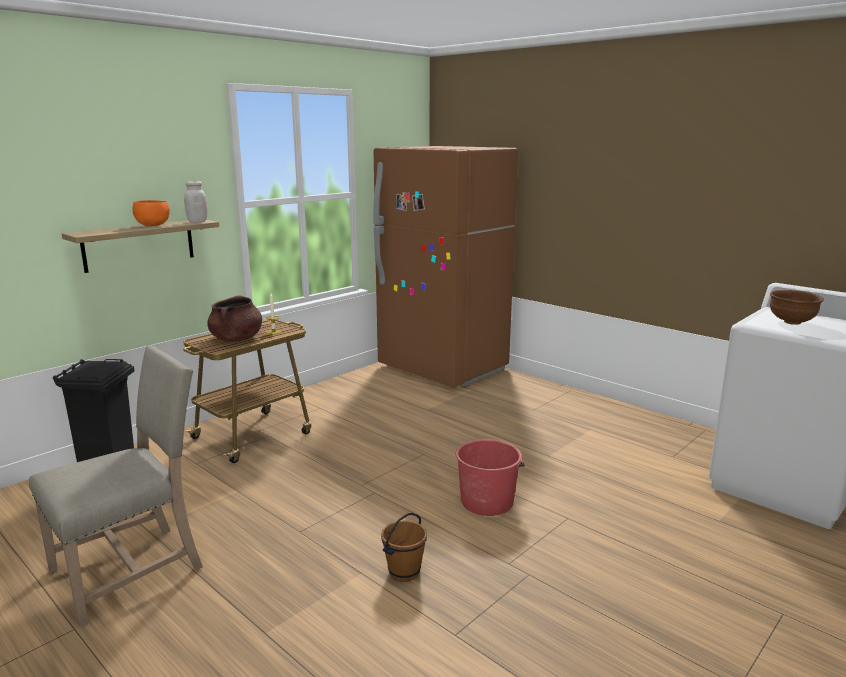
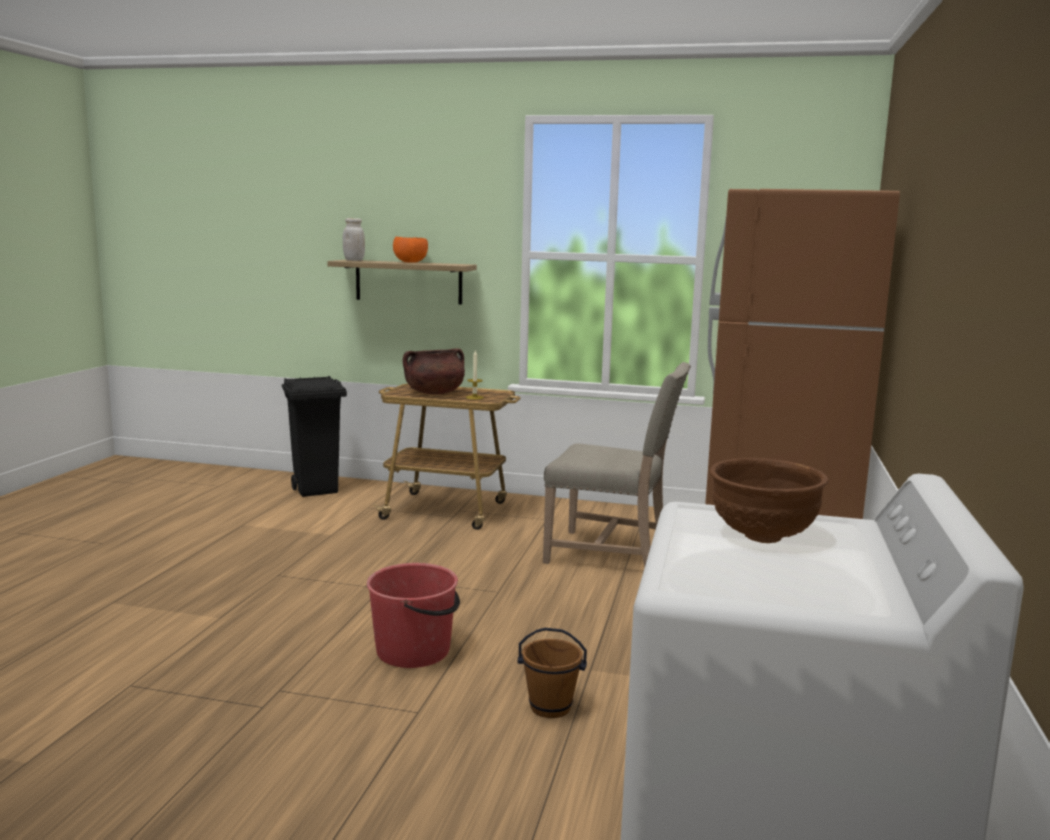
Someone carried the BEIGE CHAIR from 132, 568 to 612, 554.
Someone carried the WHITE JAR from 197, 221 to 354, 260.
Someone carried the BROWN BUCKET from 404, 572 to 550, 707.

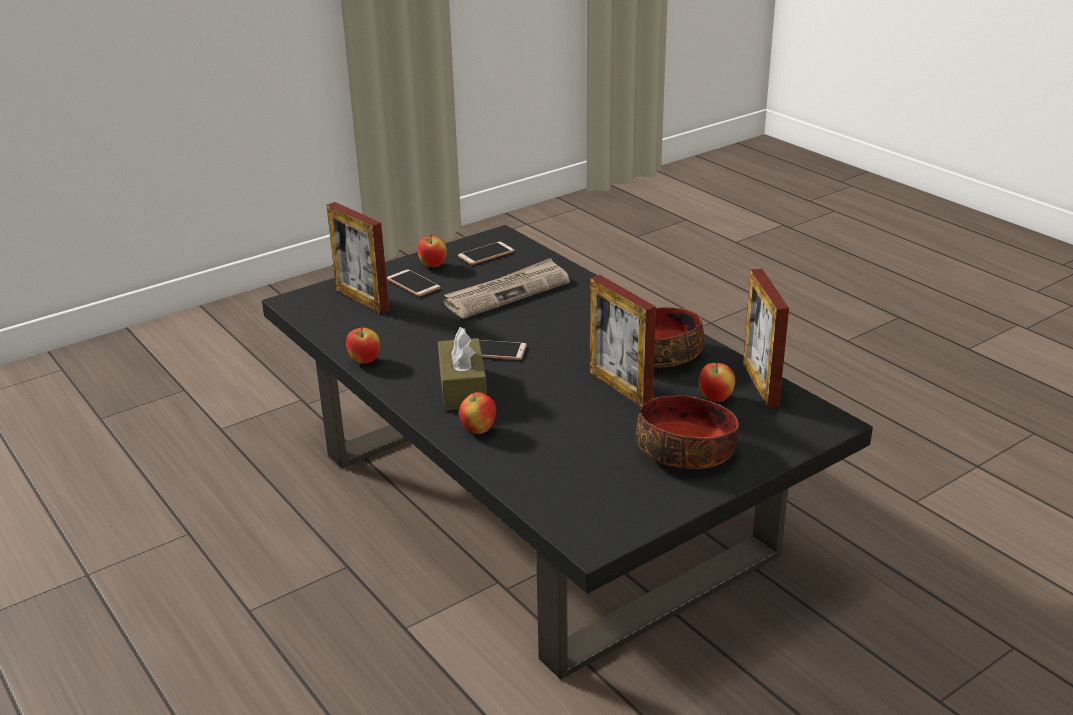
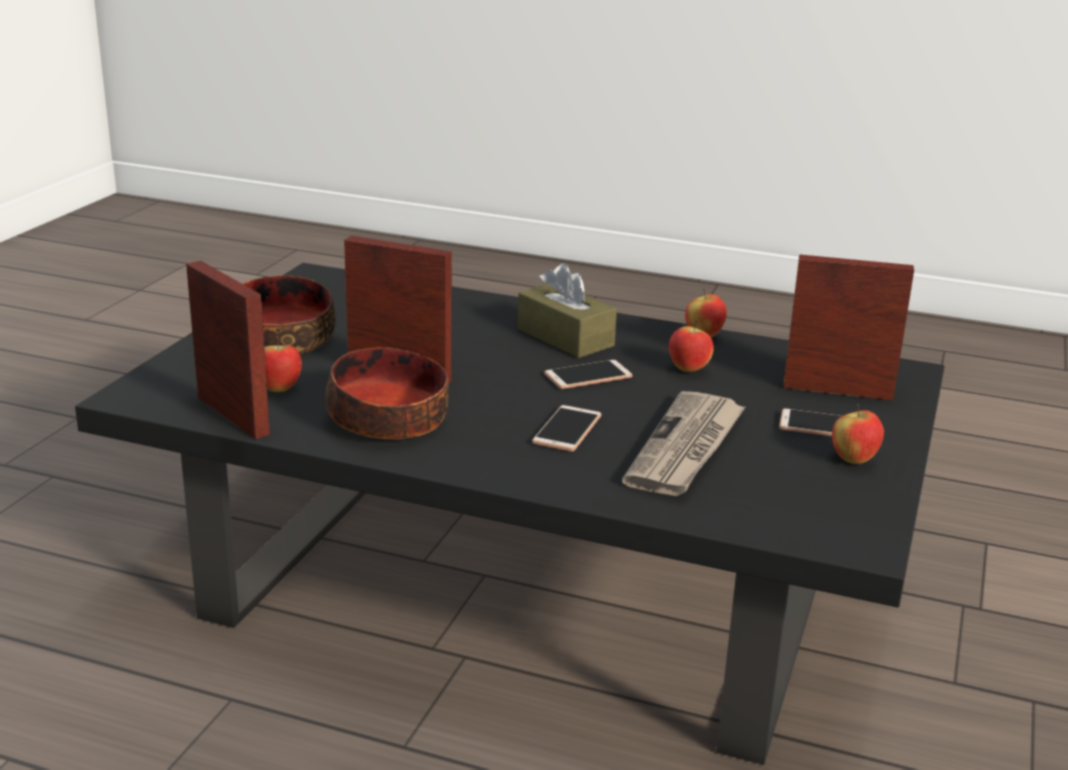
Someone carried the PHONE from 486, 254 to 567, 430.
Someone carried the APPLE from 478, 430 to 688, 369.

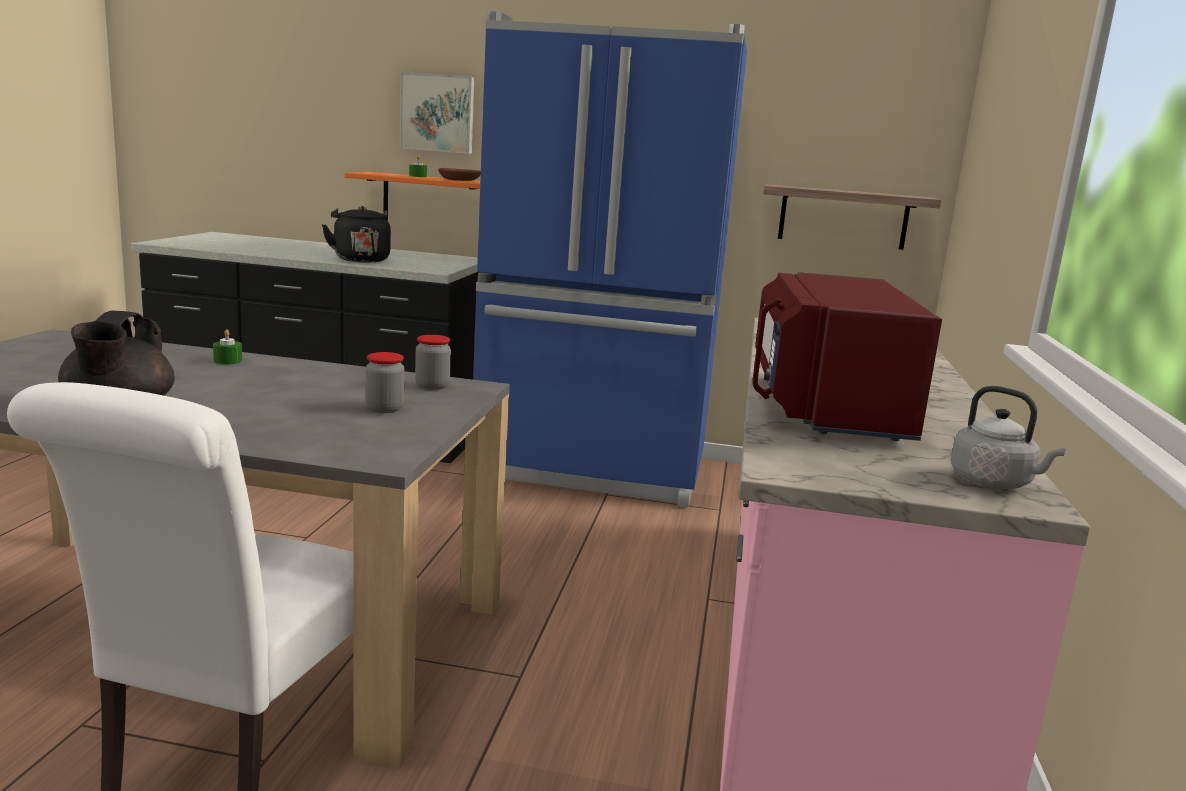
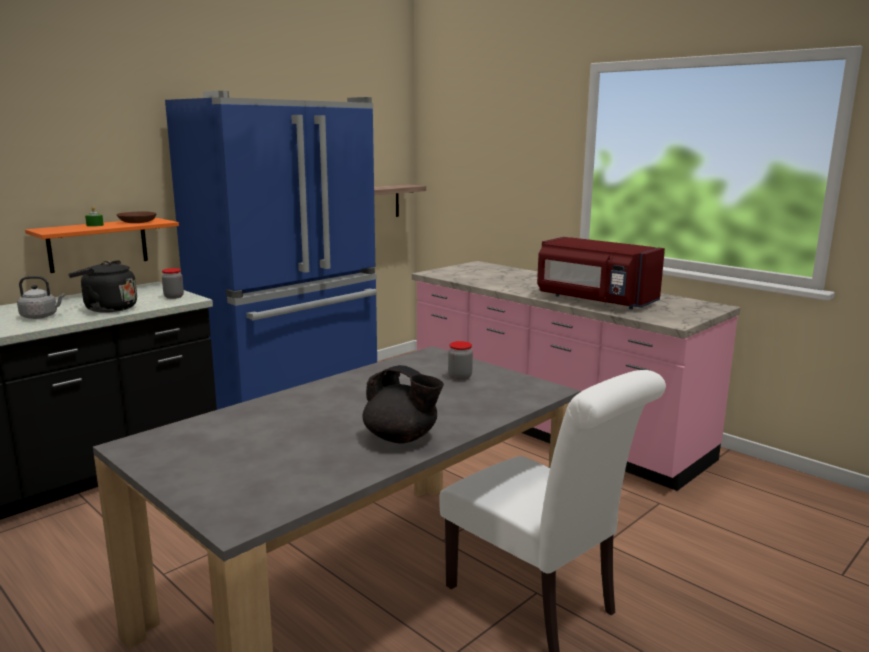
Someone took away the GREEN CANDLE at 228, 361.
Someone took away the PICTURE at 438, 113.
Someone carried the JAR from 432, 386 to 174, 297.
Someone carried the GREY KETTLE from 994, 483 to 41, 316.

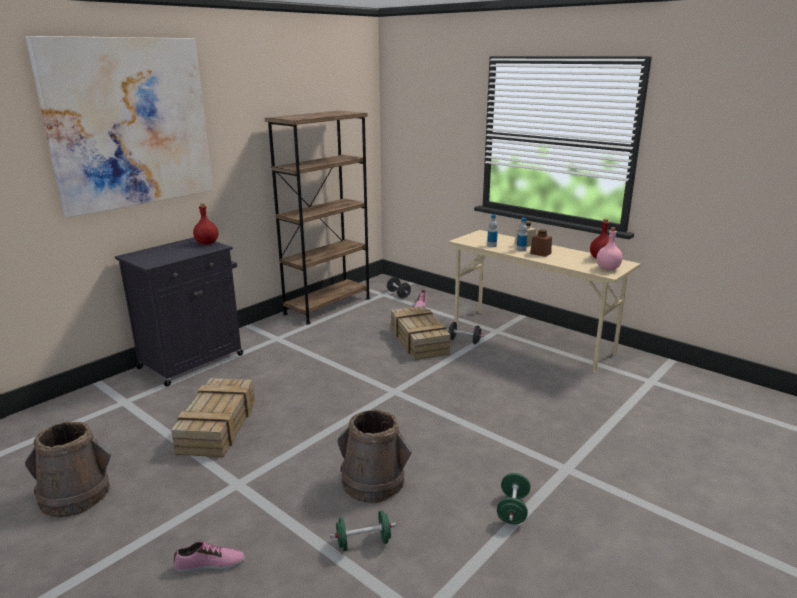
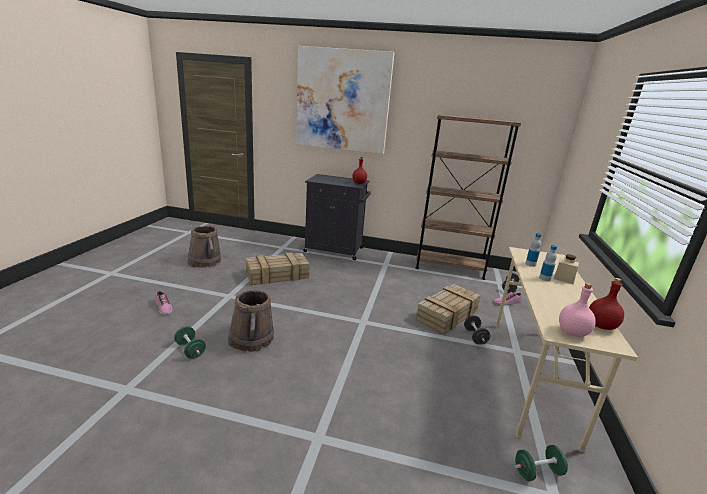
Someone took away the BROWN JAR at 540, 253.
Someone carried the GREEN DUMBBELL from 513, 509 to 537, 472.

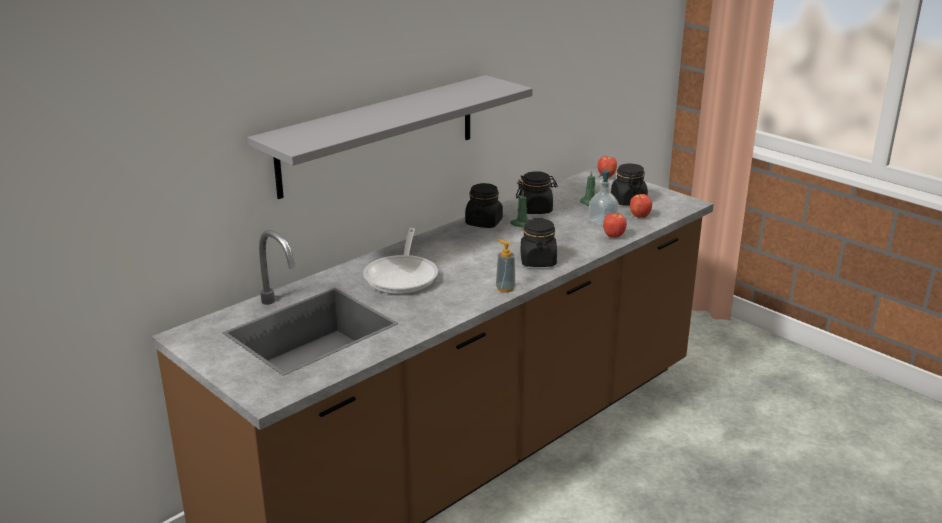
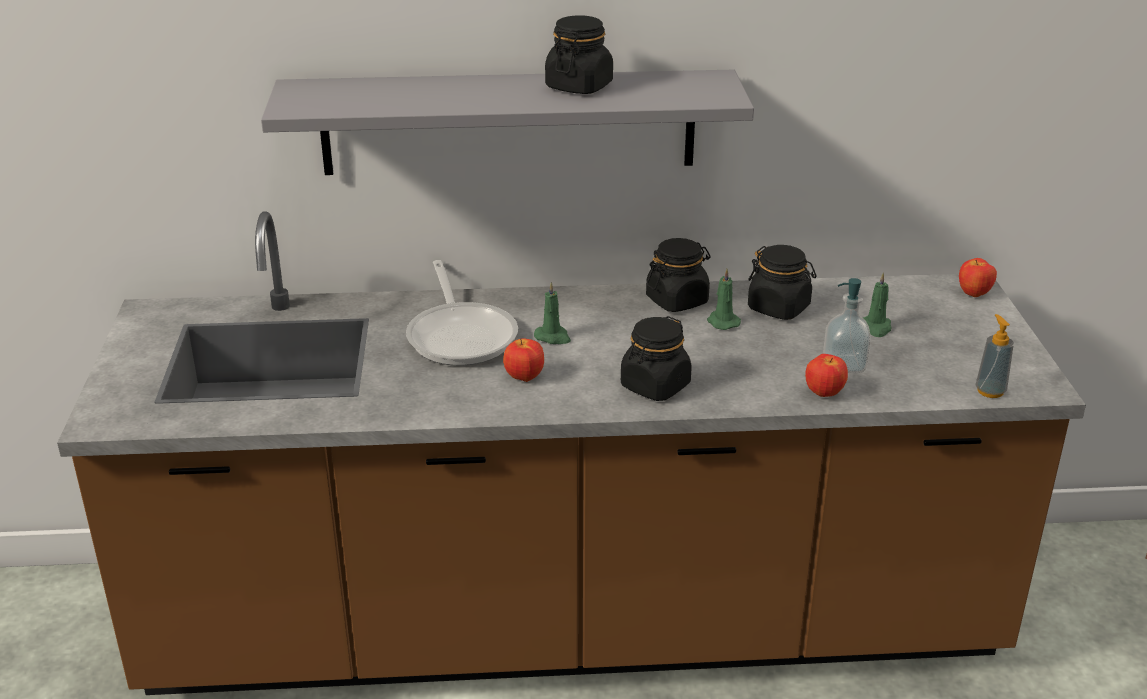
Someone put down the GREEN CANDLE at 553, 337.
Someone carried the SOAP DISPENSER from 505, 288 to 990, 391.
Someone carried the BLACK JAR from 628, 201 to 579, 86.
Someone carried the APPLE from 640, 217 to 524, 378.
Someone rotated the FRYING PAN at 403, 276 by 60 degrees counterclockwise.

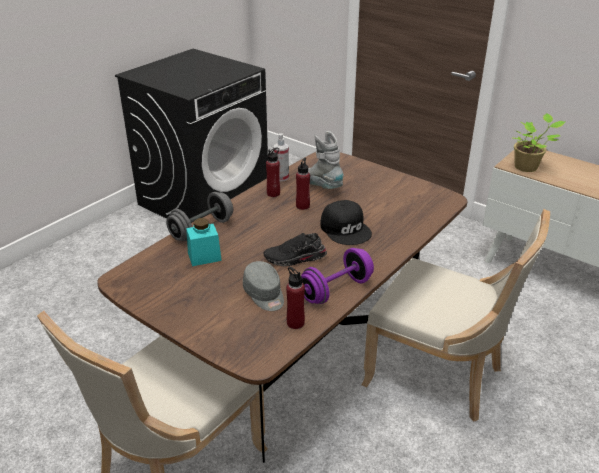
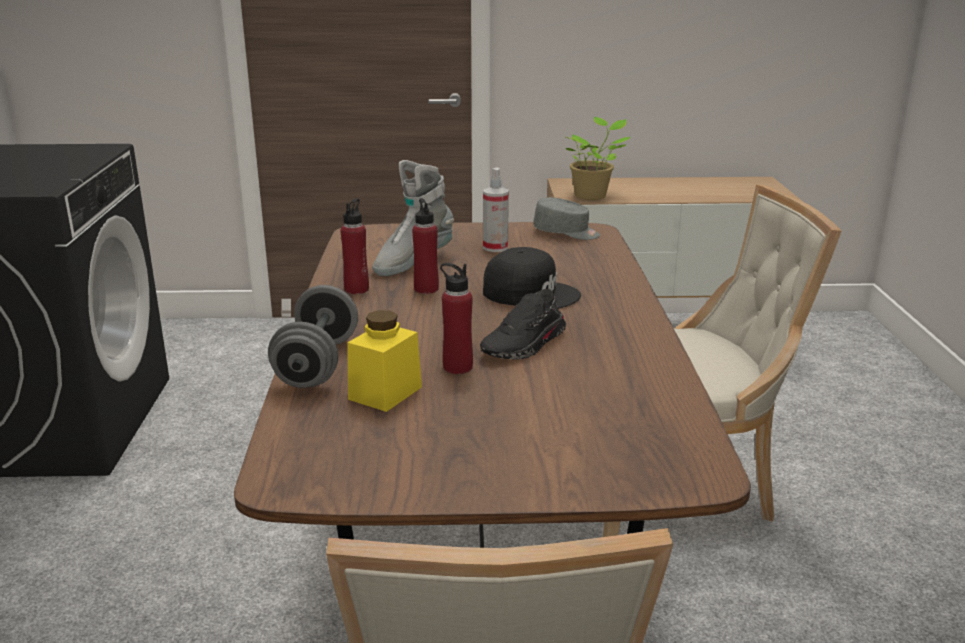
Someone took away the PURPLE DUMBBELL at 336, 290.
Someone carried the GREY CAP from 264, 295 to 566, 233.
Someone carried the SPRAY BOTTLE from 281, 177 to 495, 247.
Someone carried the RED BOTTLE from 295, 323 to 457, 367.
Someone repainted the TURQUOISE JAR at 204, 257, which became the YELLOW JAR at 385, 393.
Someone rotated the GREY BOOT at 321, 186 by 60 degrees counterclockwise.

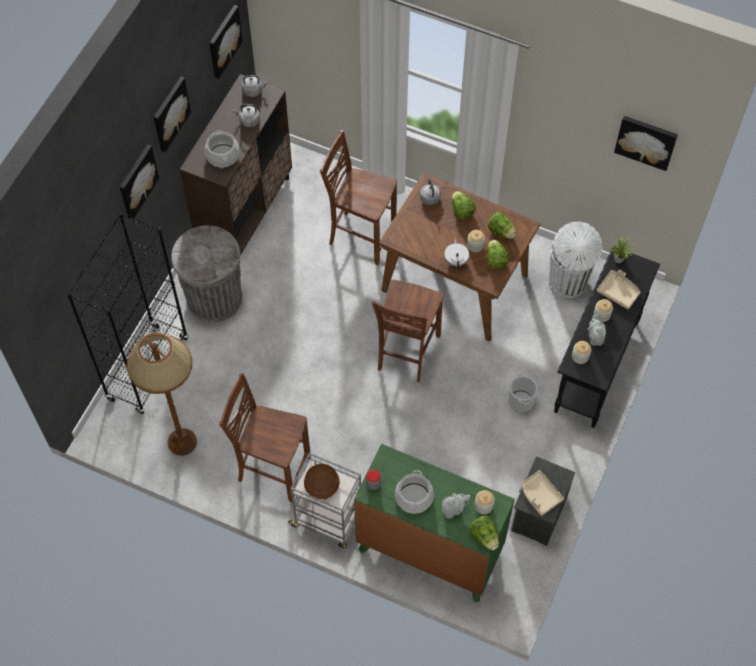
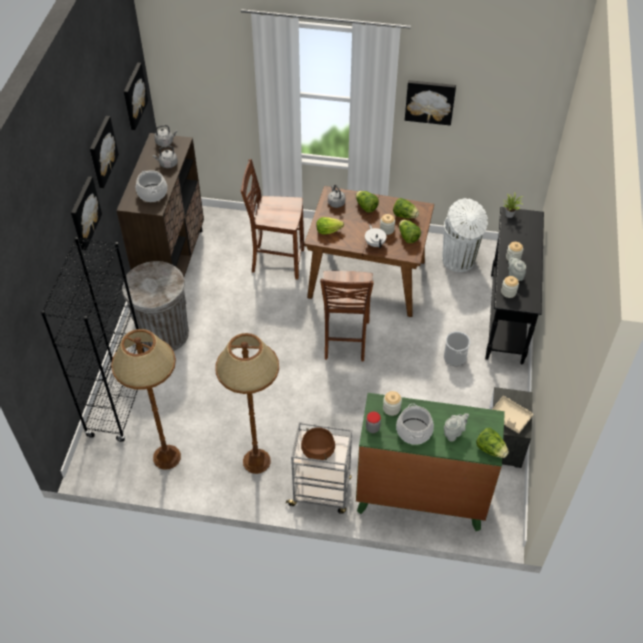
Someone took away the BEIGE TRAY at 618, 292.
Someone put down the LETTUCE at 328, 231.
Someone carried the JAR from 483, 505 to 391, 408.
Someone carried the PICTURE from 646, 141 to 430, 101.
Someone swapped the BROWN CHAIR at 272, 469 for the BROWN FLOOR LAMP at 257, 461.

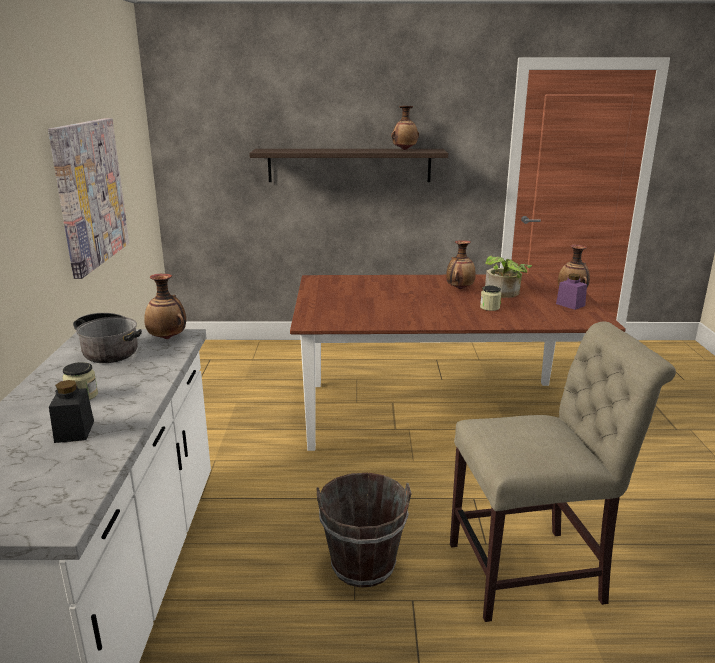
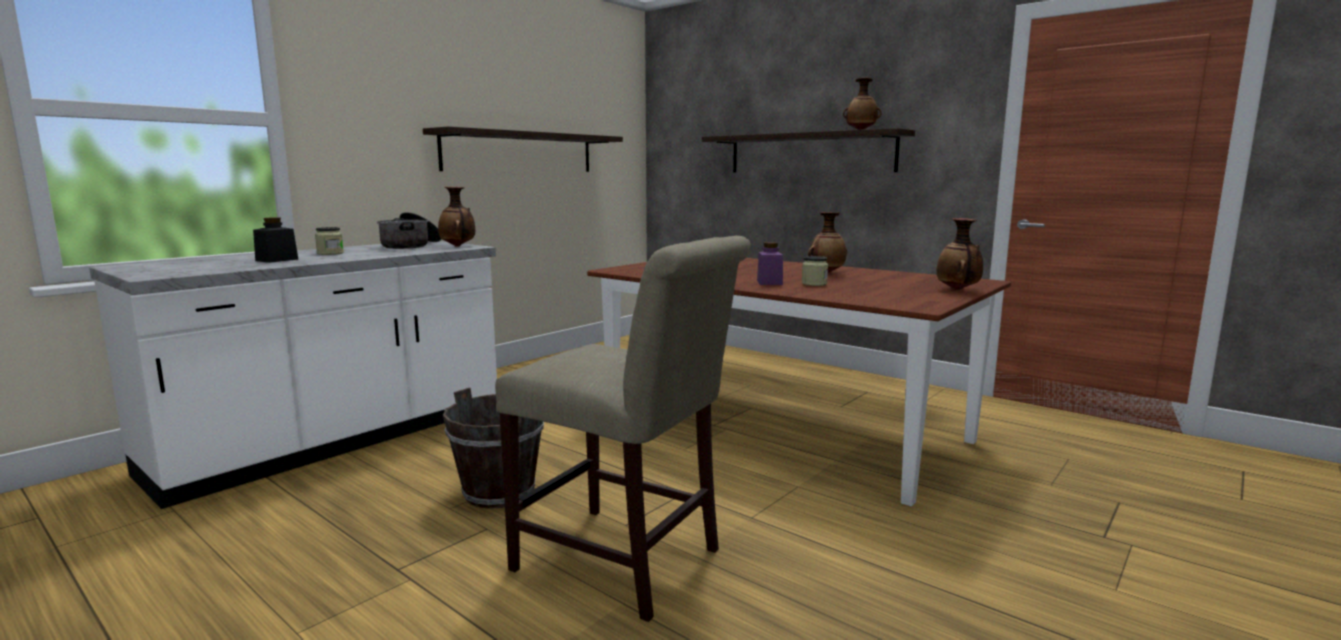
Someone took away the POTTED PLANT at 504, 294.
Someone carried the PURPLE JAR from 570, 305 to 769, 282.
Someone swapped the PICTURE at 89, 193 for the SHELF at 520, 152.

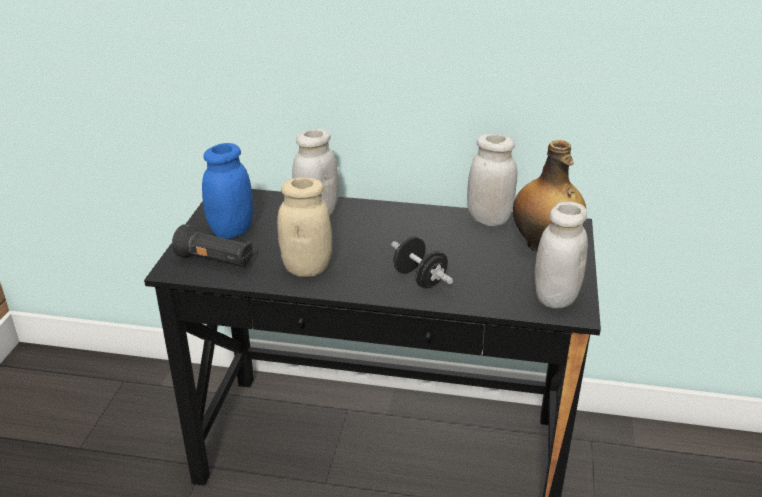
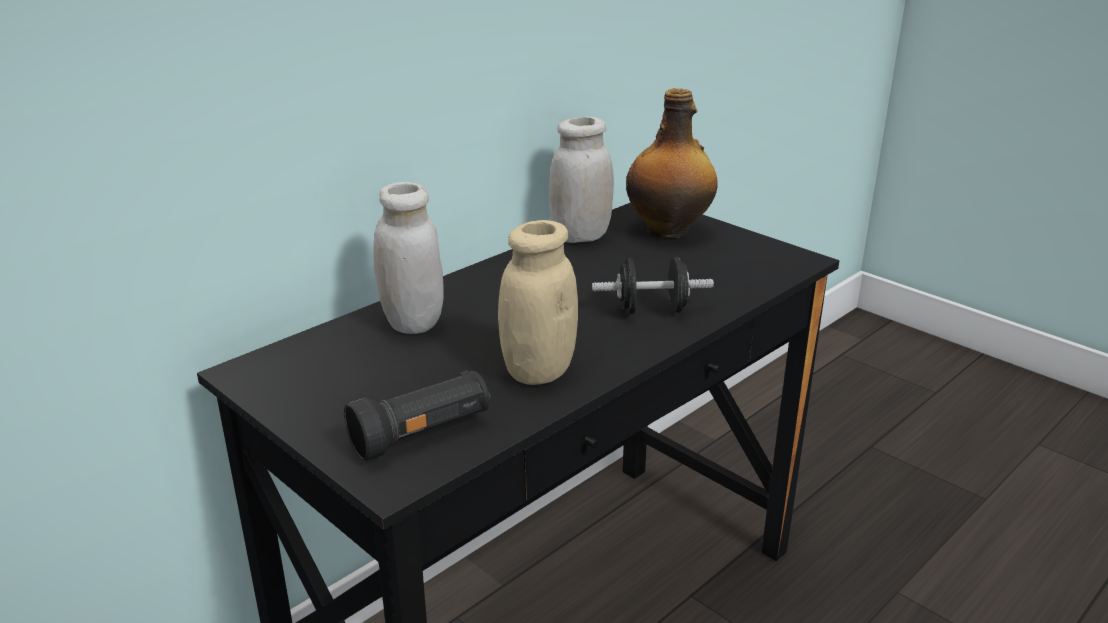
Someone took away the BLUE JAR at 231, 231.
Someone took away the WHITE JAR at 555, 298.

